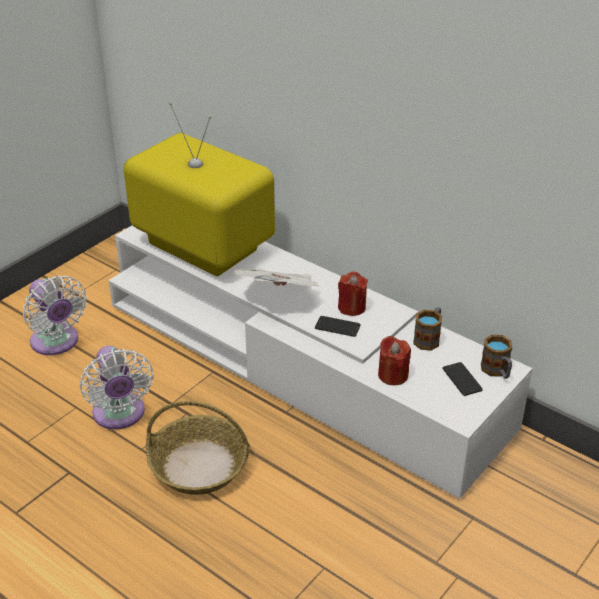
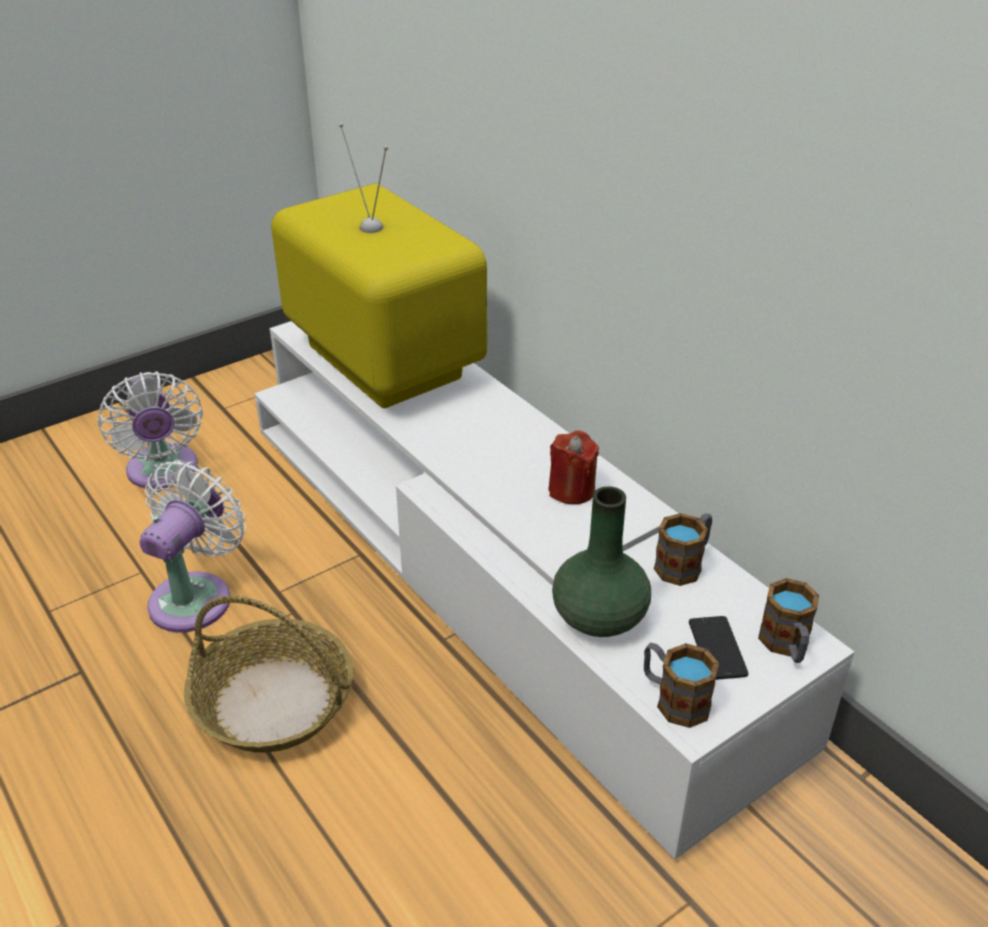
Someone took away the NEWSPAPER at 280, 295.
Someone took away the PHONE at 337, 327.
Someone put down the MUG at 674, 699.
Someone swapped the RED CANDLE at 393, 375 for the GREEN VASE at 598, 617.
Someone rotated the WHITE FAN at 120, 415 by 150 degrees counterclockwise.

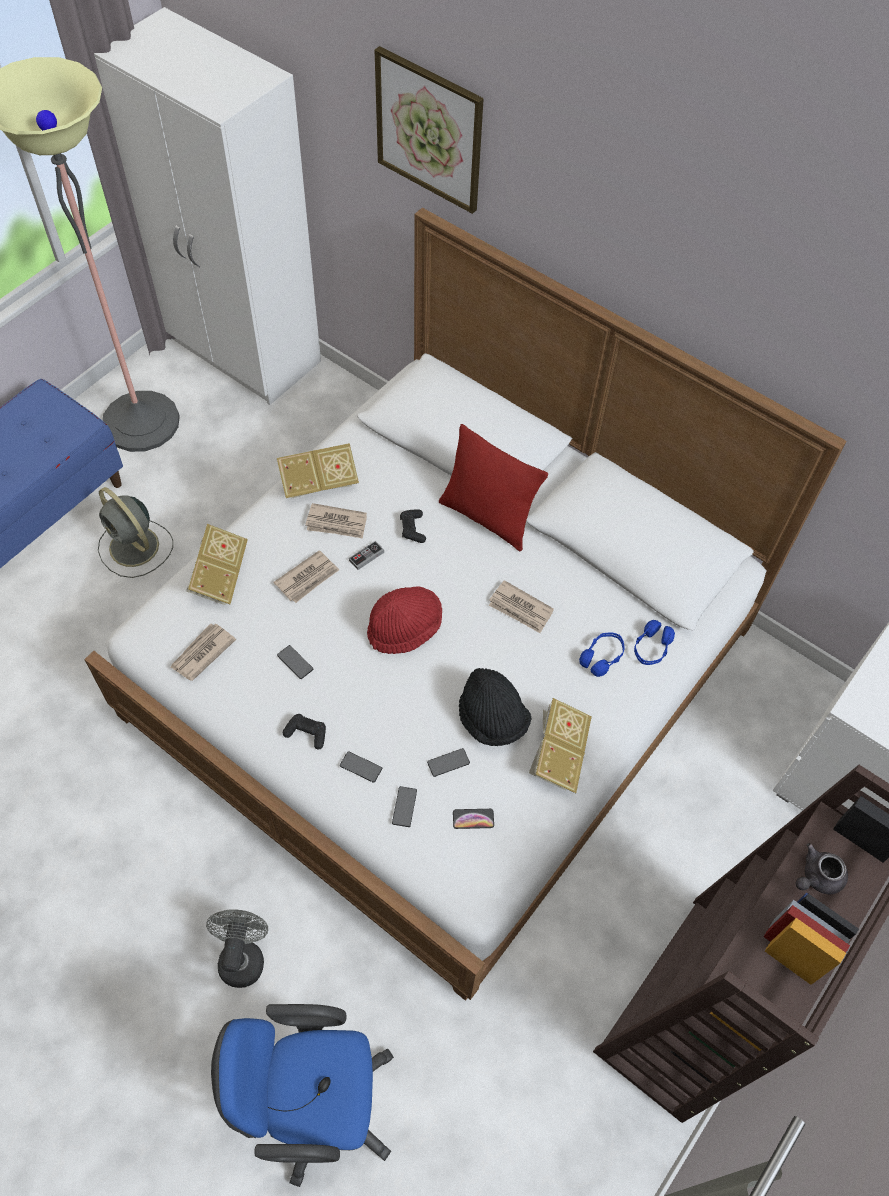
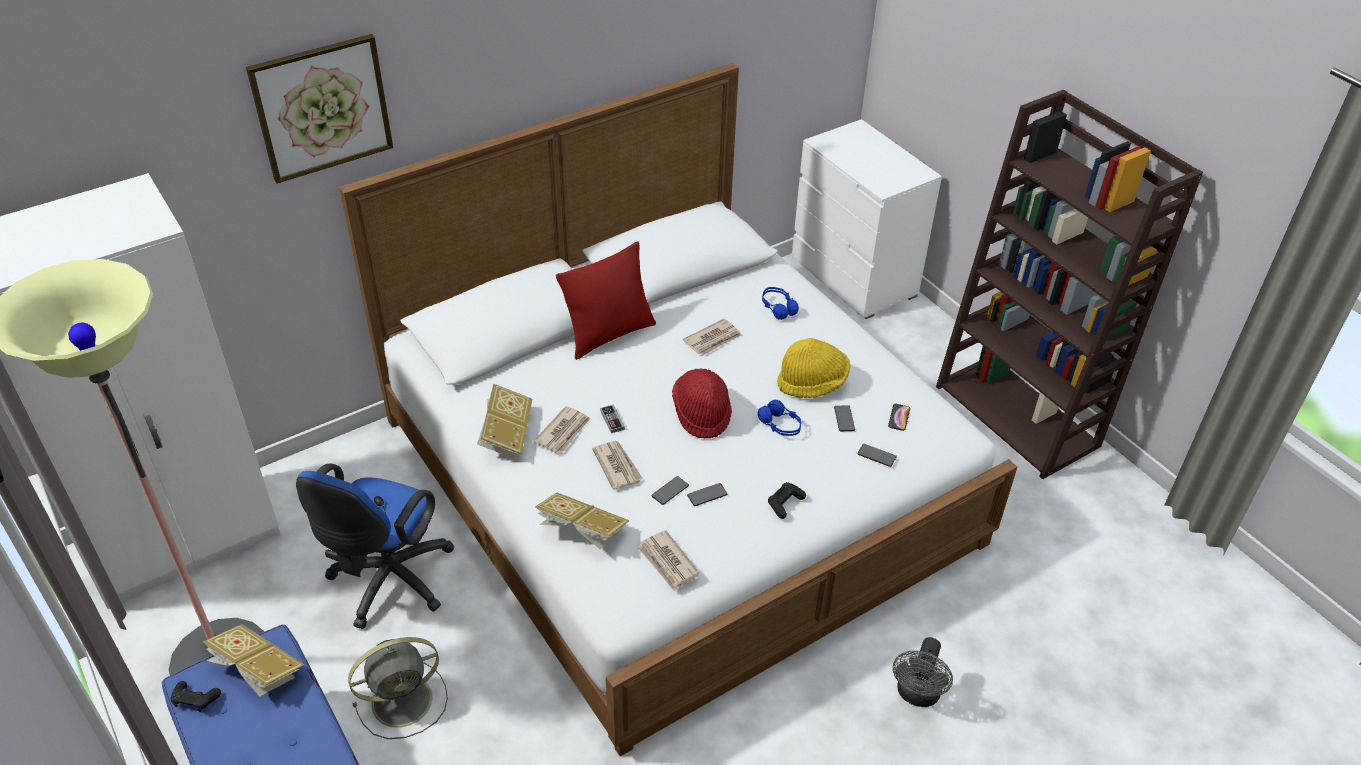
Someone took away the GREY TEAPOT at 817, 877.
Someone carried the BLUE OFFICE CHAIR from 315, 1103 to 388, 583.
Someone carried the PHONE from 361, 767 to 670, 491.
Someone carried the BLACK GAME CONTROLLER from 412, 529 to 195, 699.
Someone carried the BOOK from 558, 754 to 257, 671.
Someone carried the BLUE HEADPHONES from 651, 648 to 780, 425.
Someone repainted the BLACK HAT at 492, 719, which became the YELLOW HAT at 812, 383.
Someone rotated the GREY FAN at 242, 956 by 90 degrees counterclockwise.

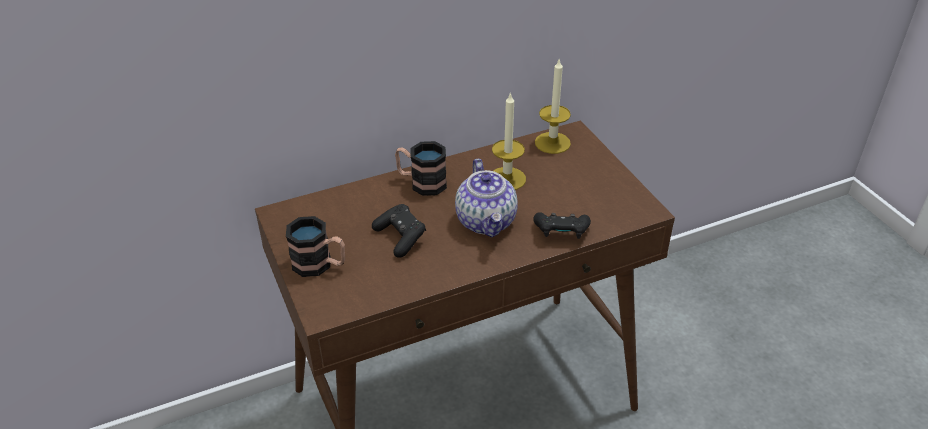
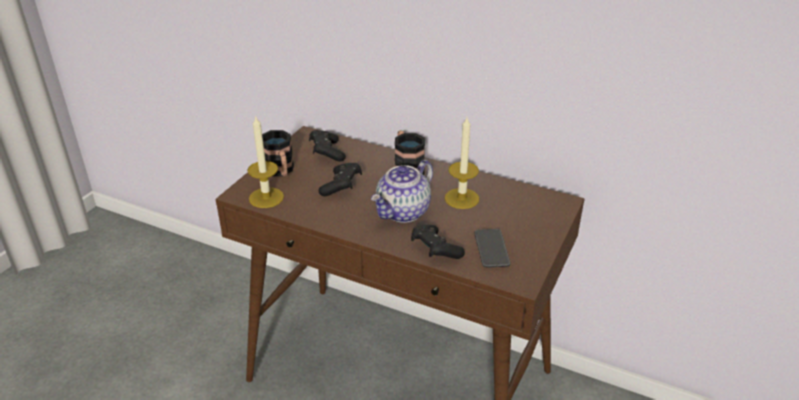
Someone put down the BLACK GAME CONTROLLER at 326, 153.
Someone put down the PHONE at 491, 249.
Someone carried the CANDLE from 552, 143 to 266, 197.

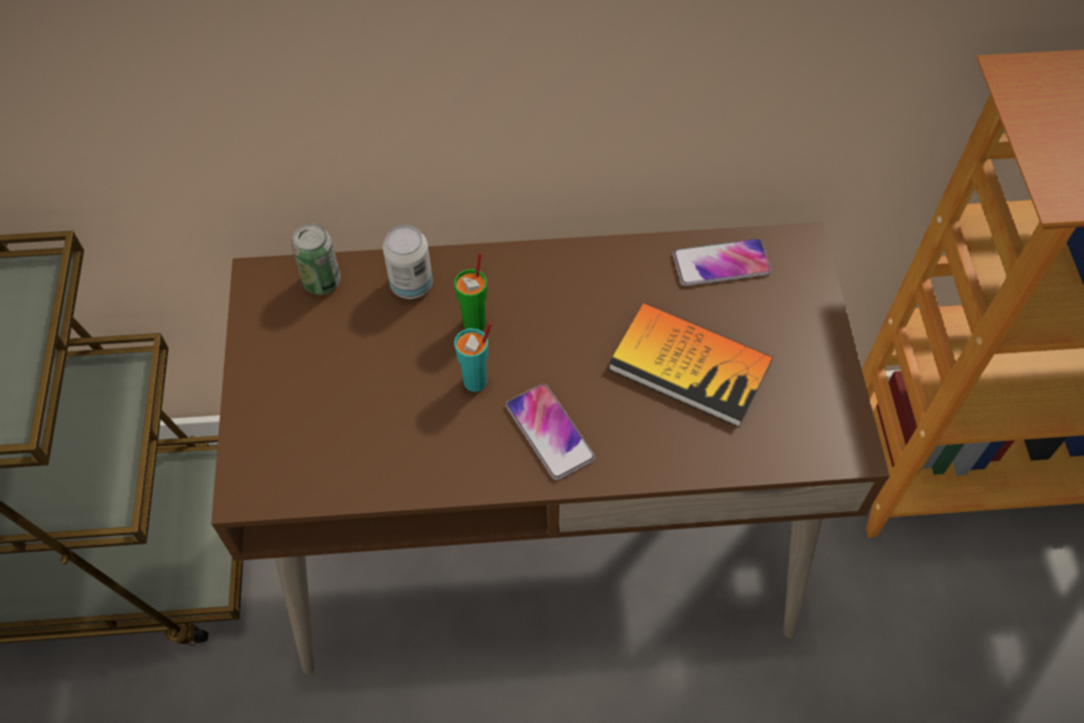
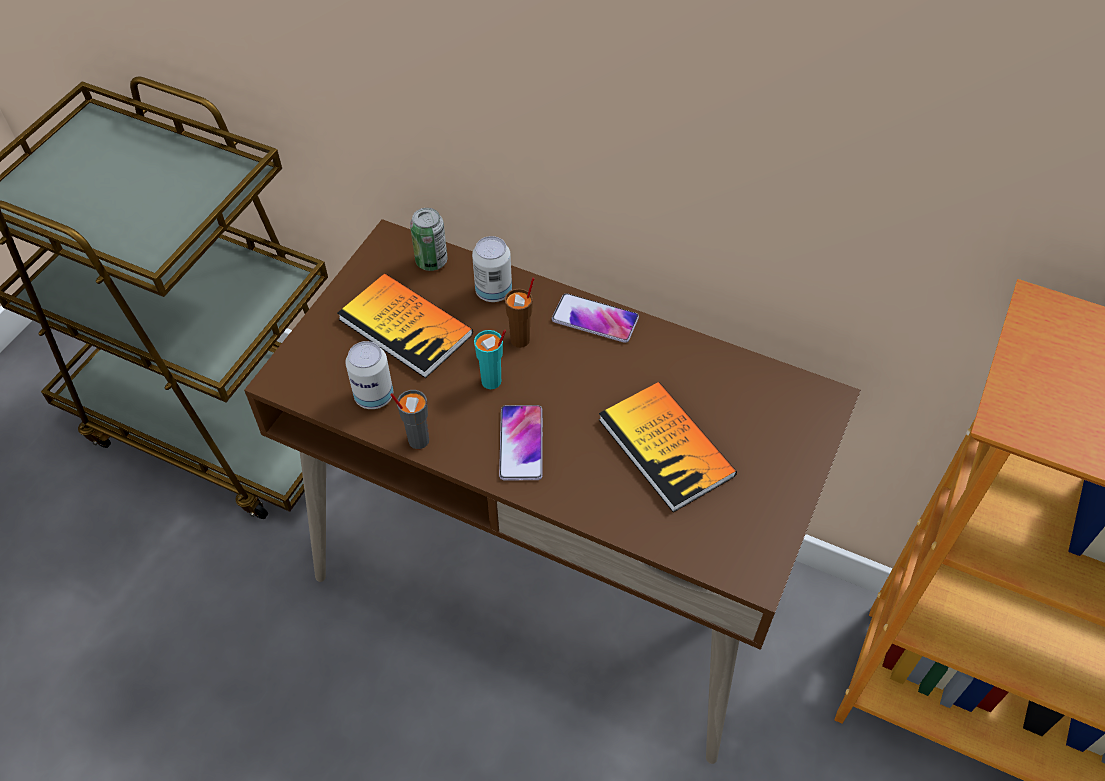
Someone put down the BOOK at 405, 327.
Someone put down the CAN at 374, 396.
Someone put down the GREY CUP at 418, 440.
Someone carried the PHONE from 721, 263 to 595, 319.
Someone repainted the GREEN CUP at 475, 323, which became the BROWN CUP at 521, 340.

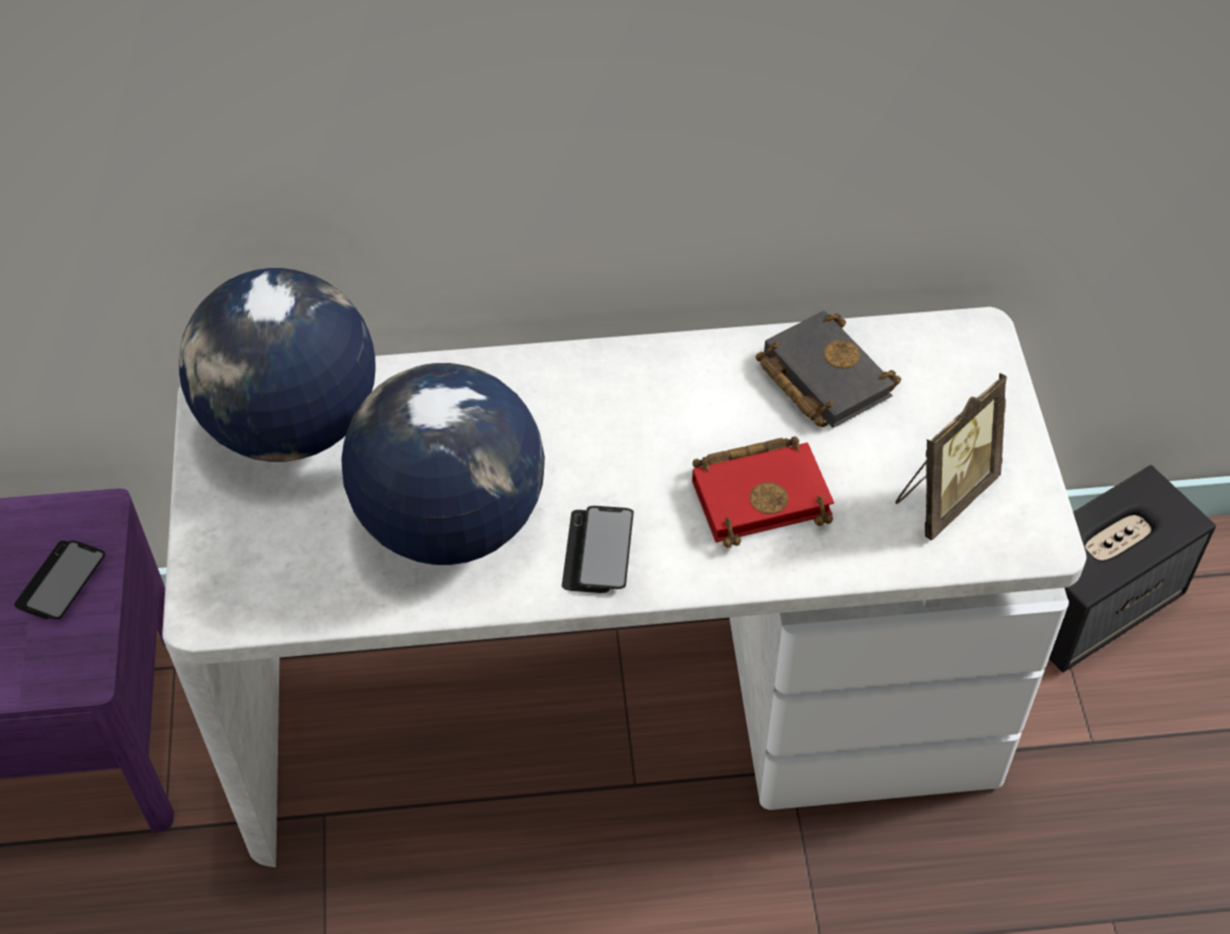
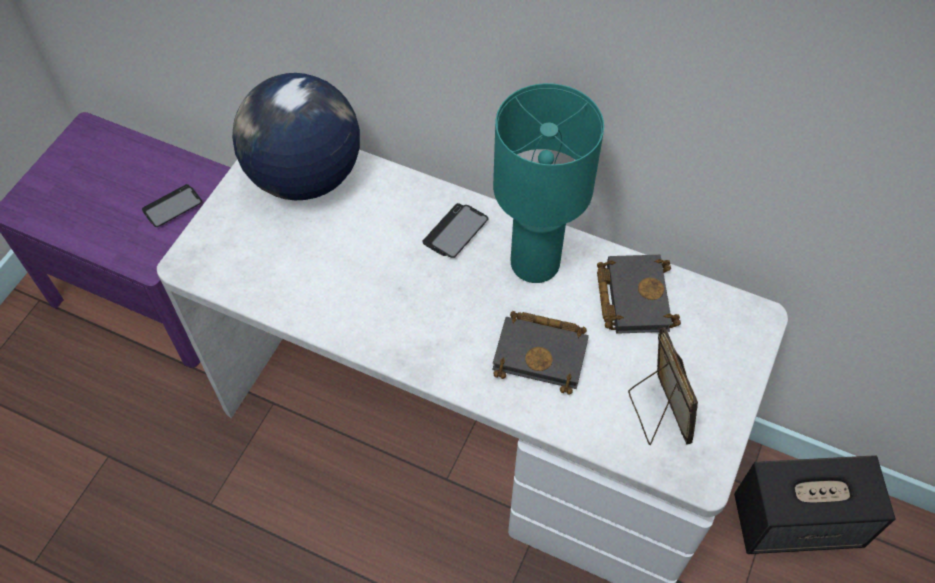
Someone took away the GLOBE at 451, 520.
Someone put down the TURQUOISE TABLE LAMP at 535, 264.
Someone carried the PHONE from 598, 551 to 455, 232.
Someone repainted the RED BOOK at 762, 494, which became the BLACK BOOK at 543, 353.
Someone rotated the PICTURE FRAME at 943, 496 by 90 degrees counterclockwise.

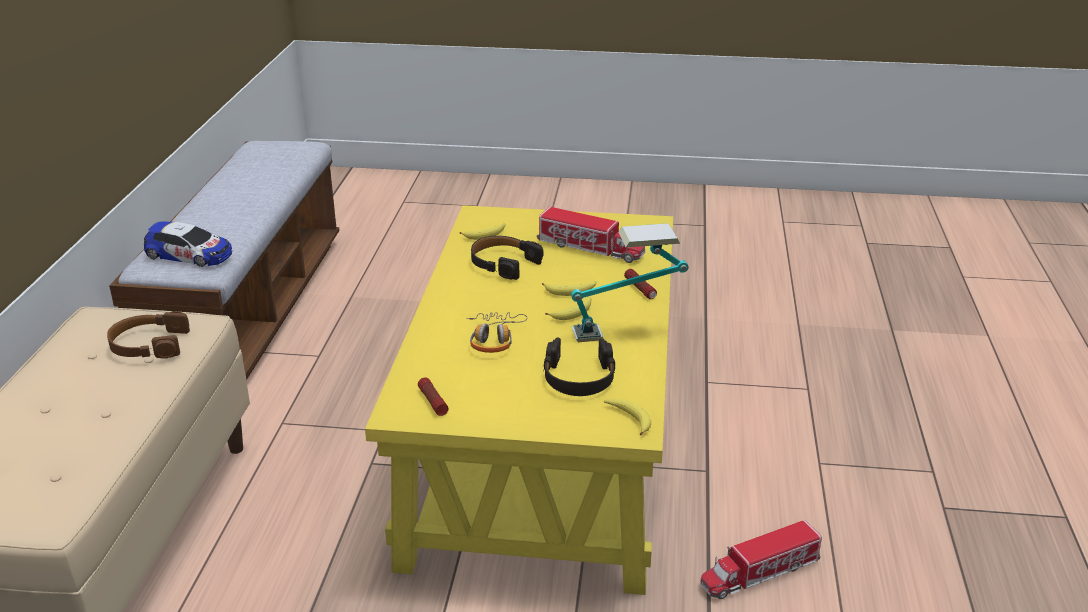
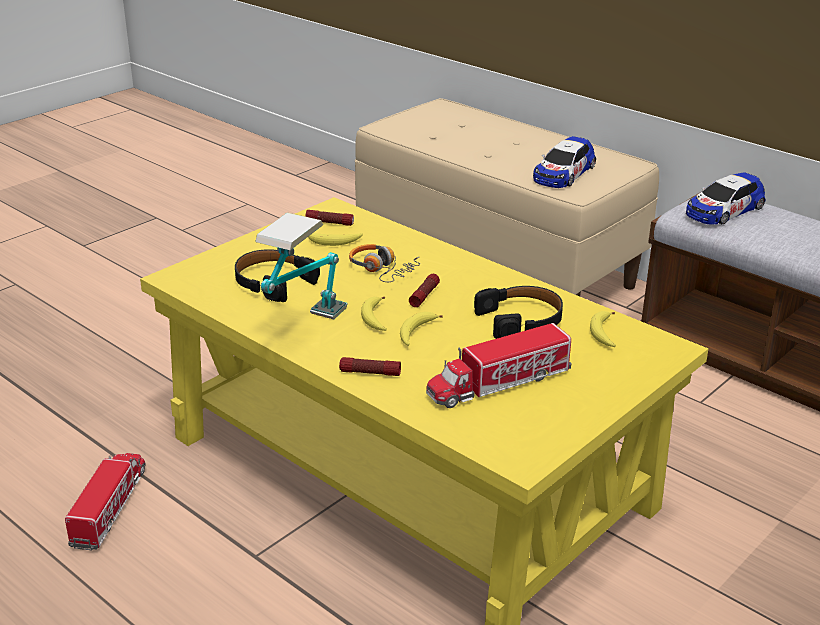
Someone put down the FLASHLIGHT at 424, 295.
Someone carried the BANANA from 630, 419 to 334, 242.
Someone swapped the BROWN HEADPHONES at 148, 345 for the TOY CAR at 563, 173.

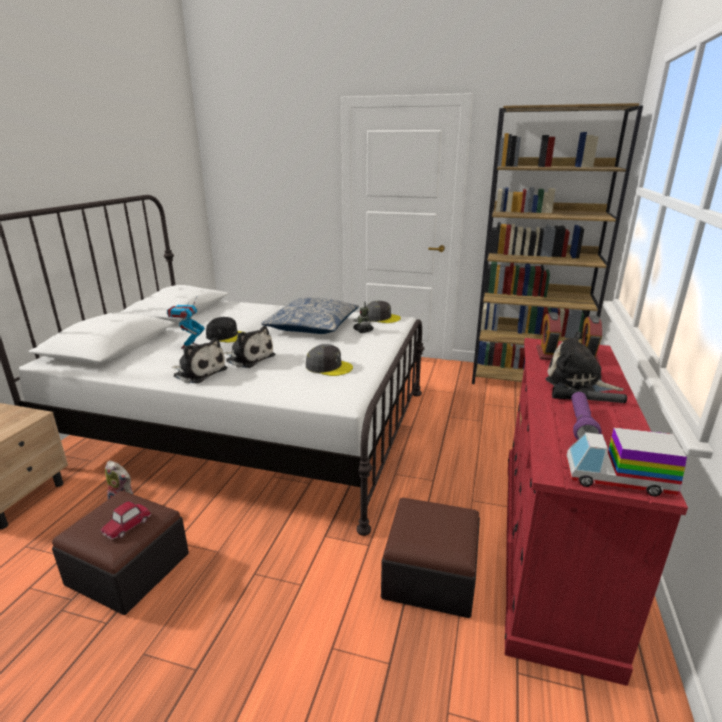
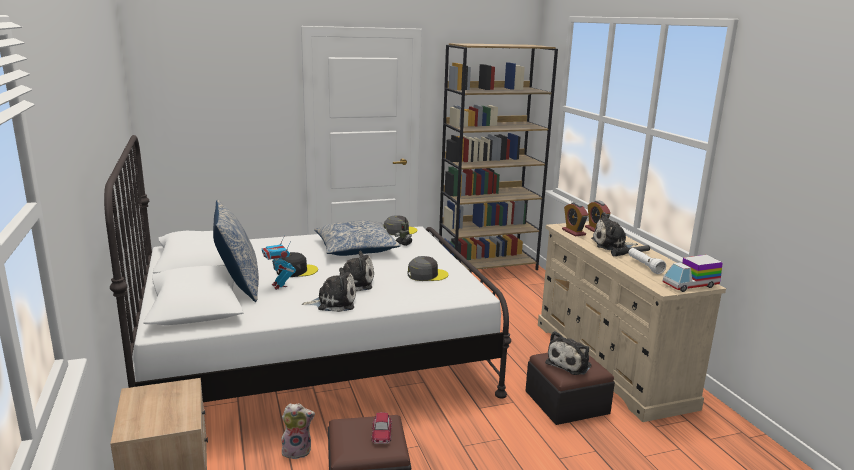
Someone put down the PILLOW at 238, 286.
Someone put down the PLUSH TOY at 570, 364.
Someone repainted the RED DRESSER at 552, 545, which became the BEIGE DRESSER at 611, 363.
Someone repainted the PURPLE FLASHLIGHT at 580, 425, which became the WHITE FLASHLIGHT at 644, 266.

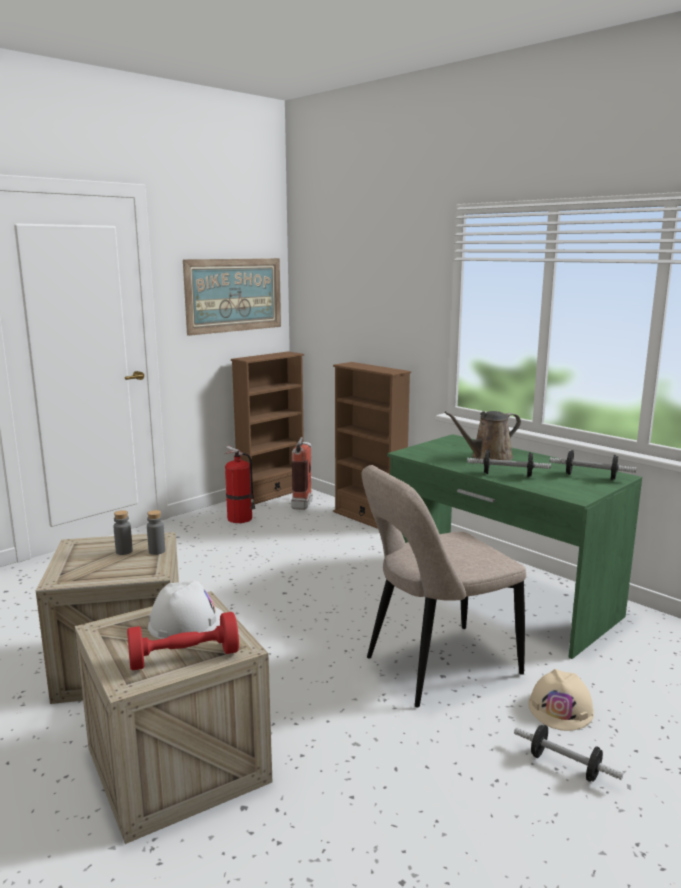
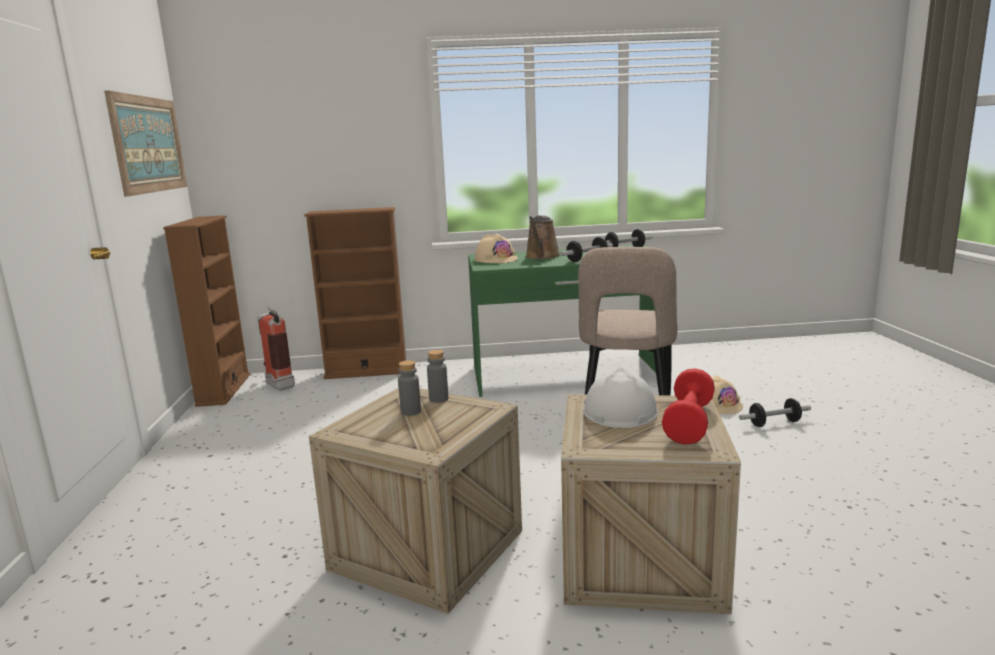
Someone took away the FIRE EXTINGUISHER at 241, 518.
Someone put down the BEIGE HARD HAT at 496, 259.

